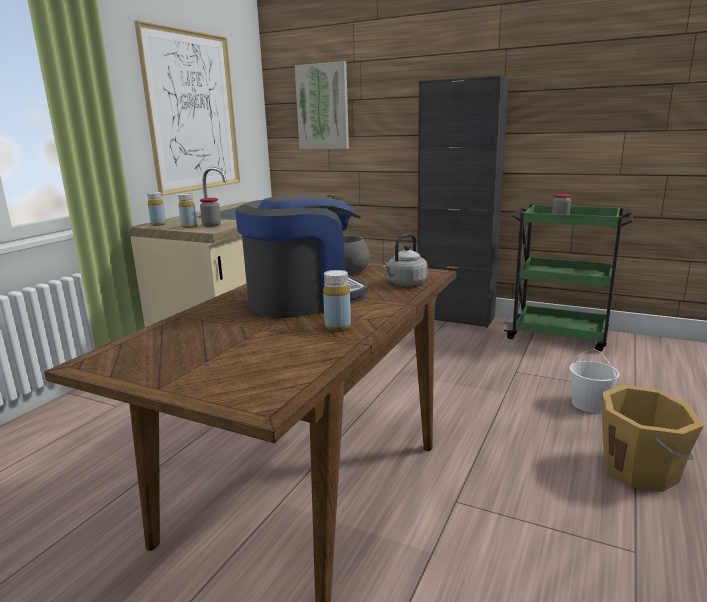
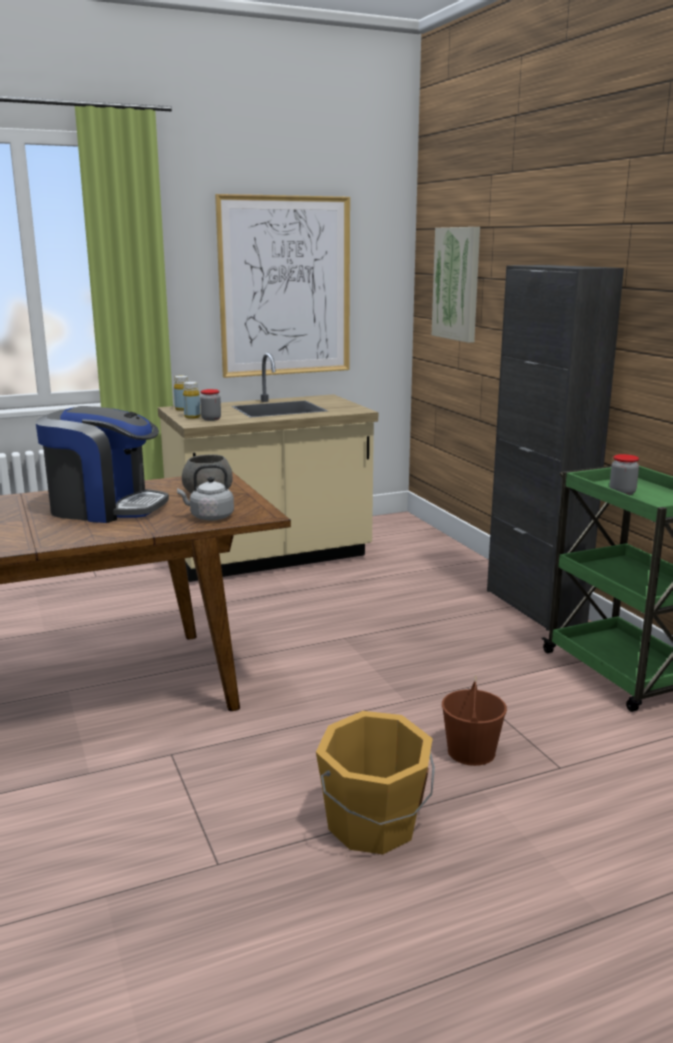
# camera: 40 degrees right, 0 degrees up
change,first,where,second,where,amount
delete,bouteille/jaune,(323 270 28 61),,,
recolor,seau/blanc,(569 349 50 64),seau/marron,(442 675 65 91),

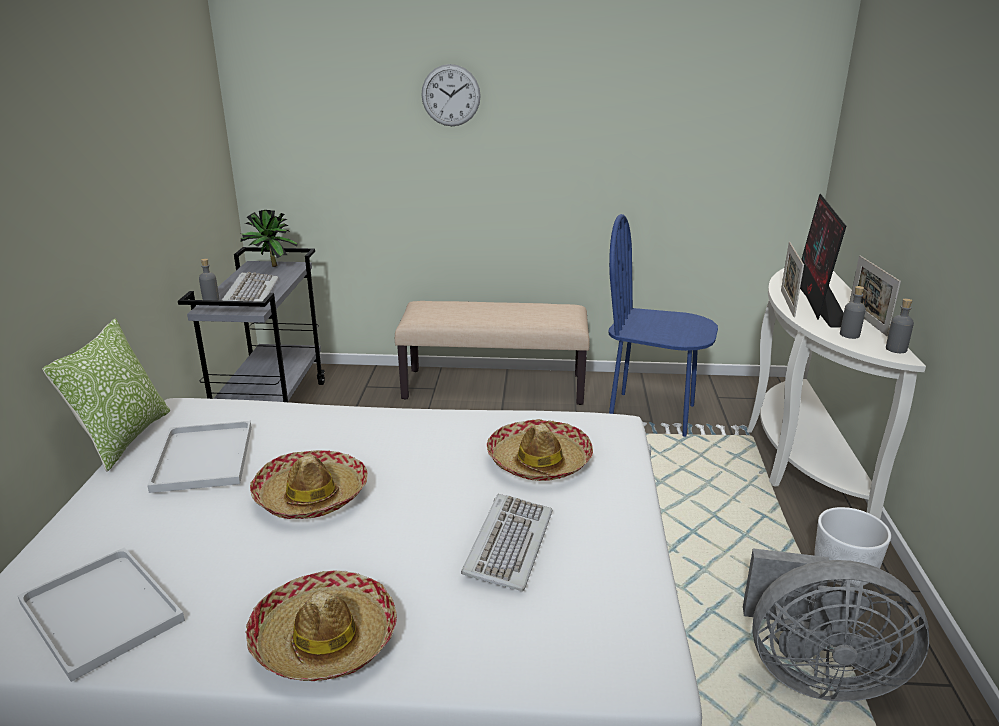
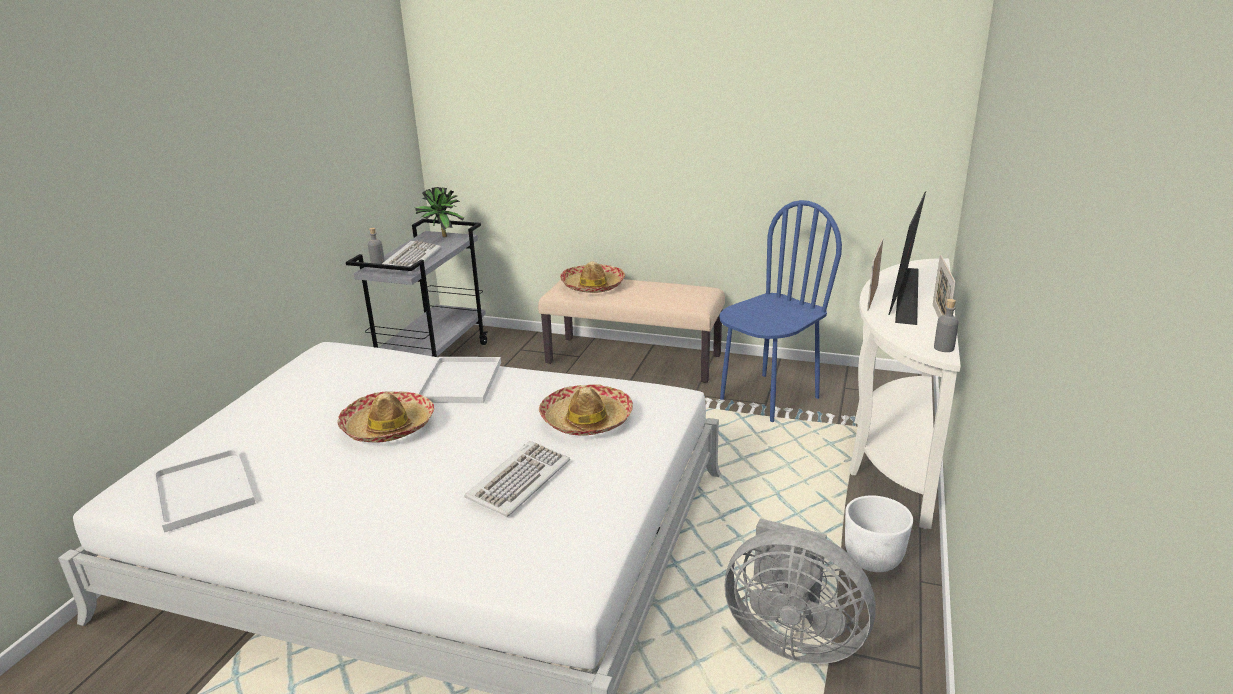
# camera: 15 degrees right, 0 degrees up
change,first,where,second,where,amount
delete,horloge murale,(421 64 60 62),,,
rotate,chaise/bleu,(608 214 110 223),,(719 200 123 222),105 degrees clockwise
delete,bouteille/gris,(840 286 26 53),,,
delete,coussin,(42 318 128 154),,,
move,plateau/blanc,(147 421 105 72),,(417 357 84 46),
move,chapeau,(246 570 151 111),,(560 262 65 31),

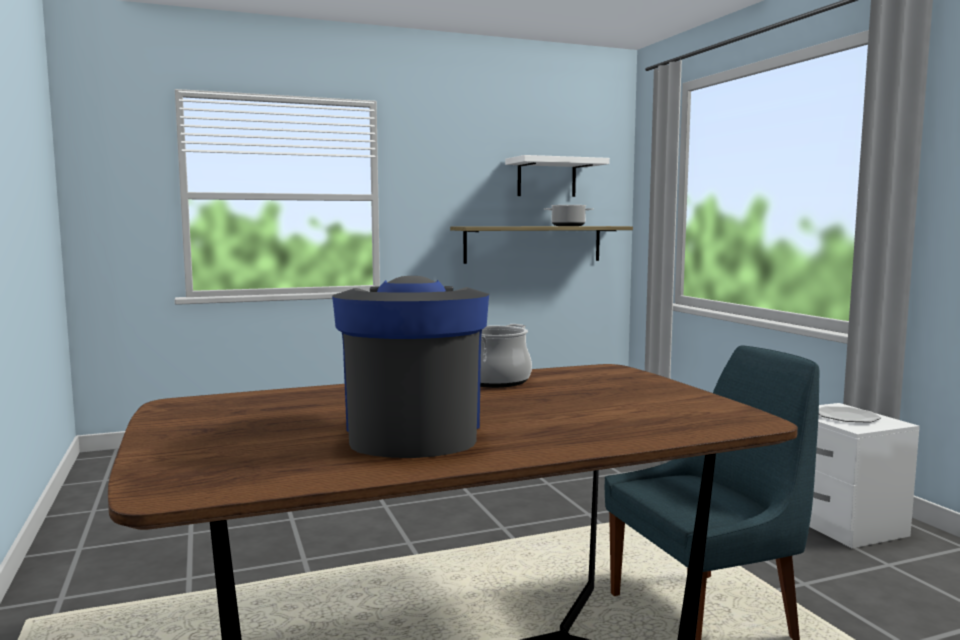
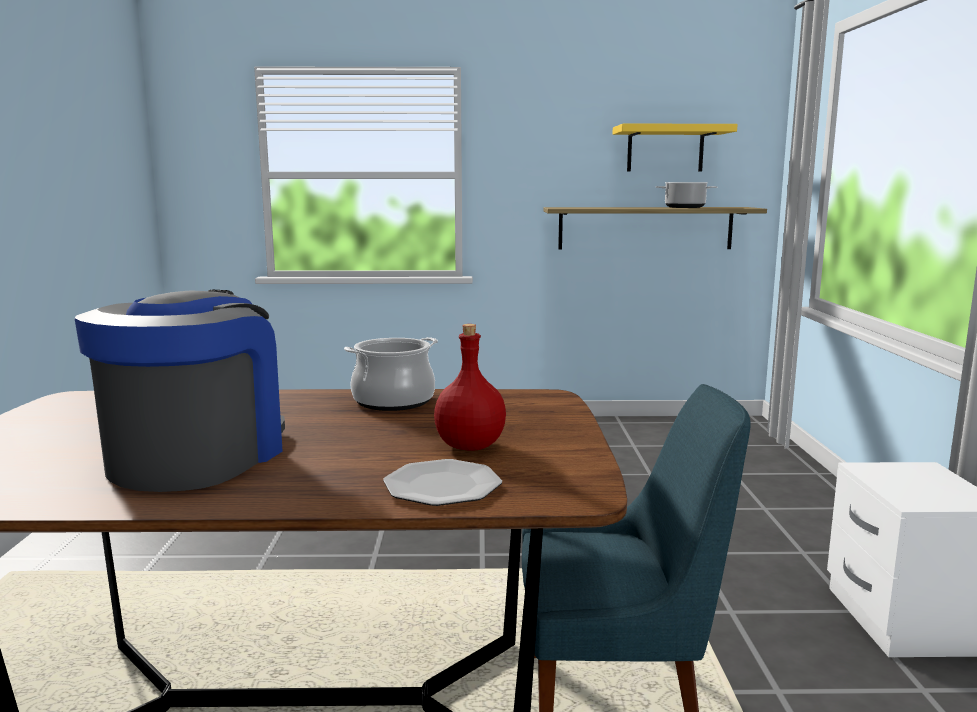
# camera: 20 degrees right, 5 degrees up
change,first,where,second,where,amount
recolor,étagère/blanc,(505 155 105 42),étagère/jaune,(613 124 125 48),
move,assiette,(819 406 62 17),,(383 459 119 47),
insert,,,bouteille/rouge,(434 324 72 127),

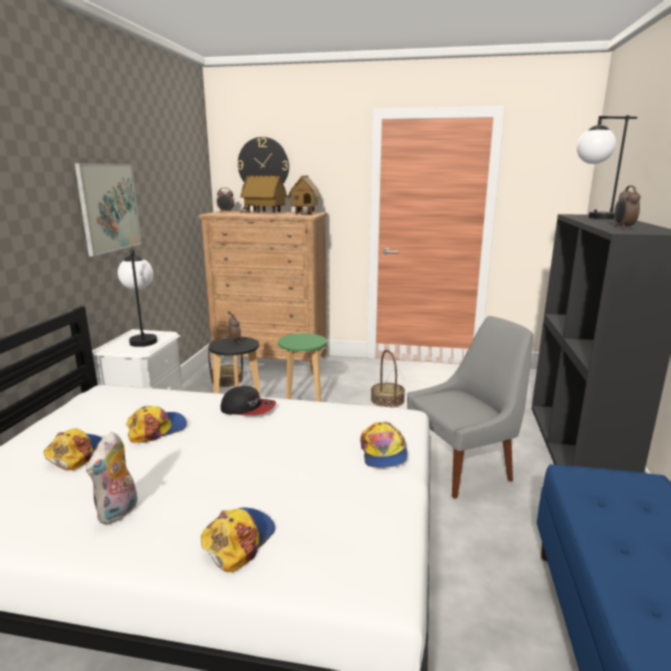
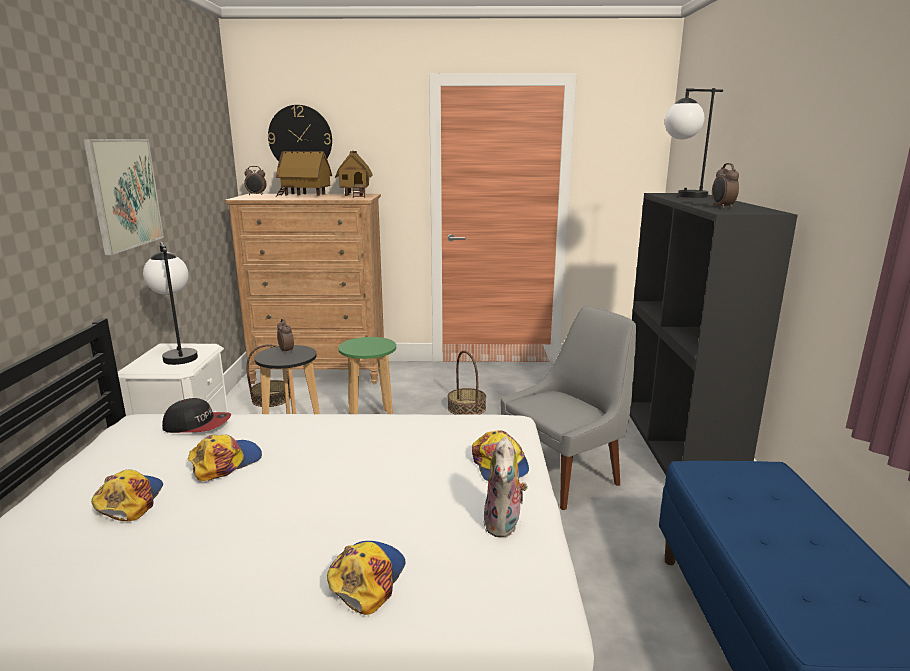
# camera: 10 degrees left, 0 degrees up
change,first,where,second,where,amount
move,casquette,(221 386 55 30),,(162 398 70 35),
move,peluche,(86 432 51 92),,(483 437 45 101),

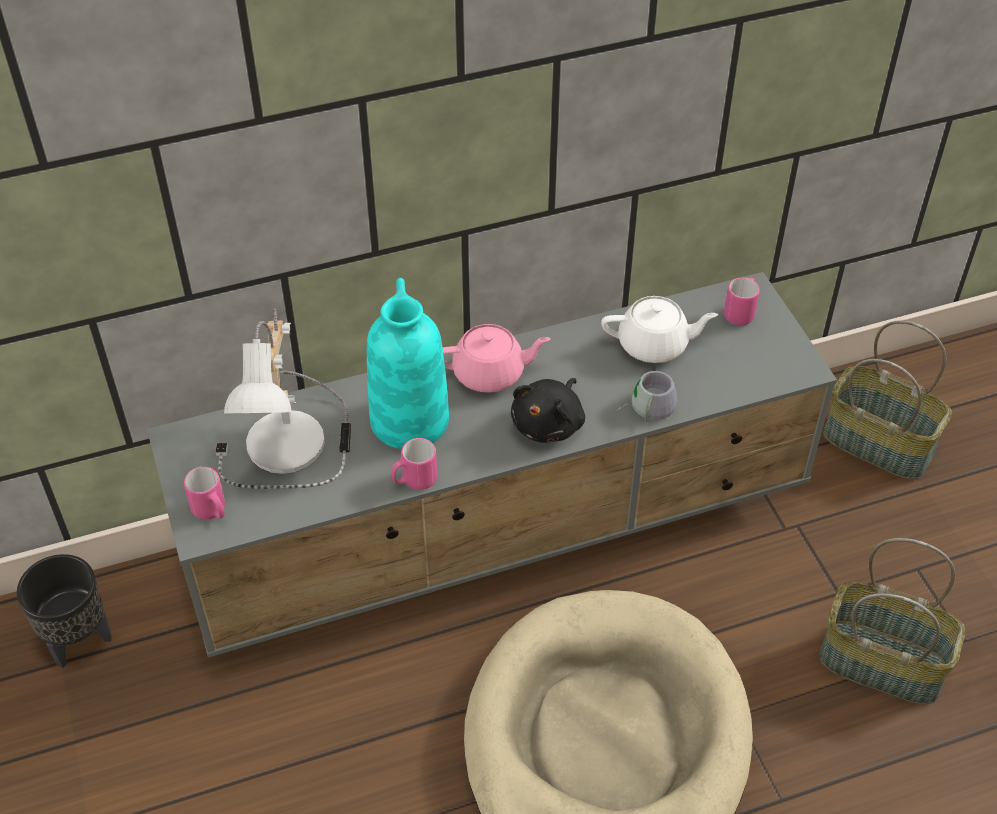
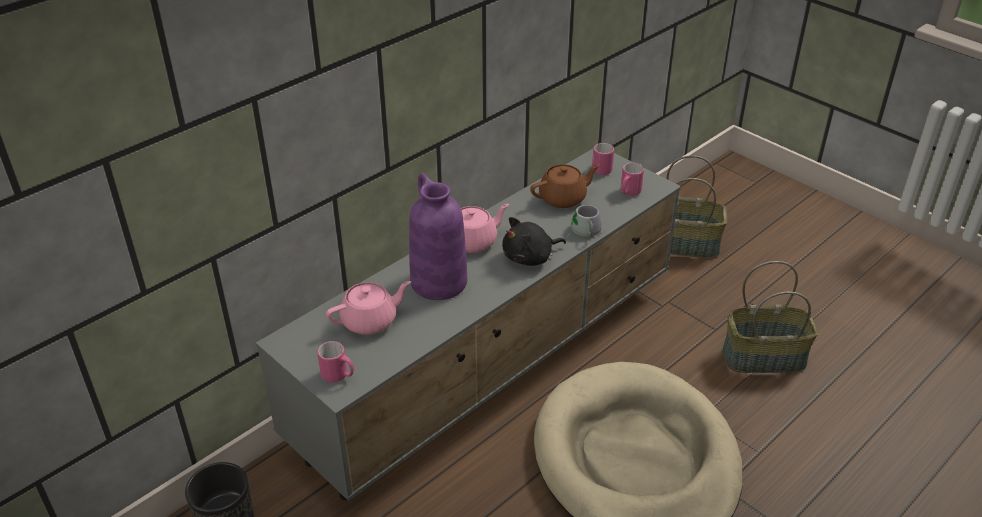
# camera: 25 degrees left, 10 degrees down
change,first,where,second,where,amount
recolor,vase/turquoise,(367 278 82 171),vase/violet,(409 173 58 127),
recolor,théière/blanc,(601 296 117 67),théière/marron,(530 164 70 44),
replace,lampe de table,(216 308 135 181),théière/rose,(326 281 85 54),
rotate,peluche/noir,(511 378 74 65),,(502 217 64 49),60 degrees clockwise
move,mug/rose,(391 438 46 52),,(621 163 23 33),

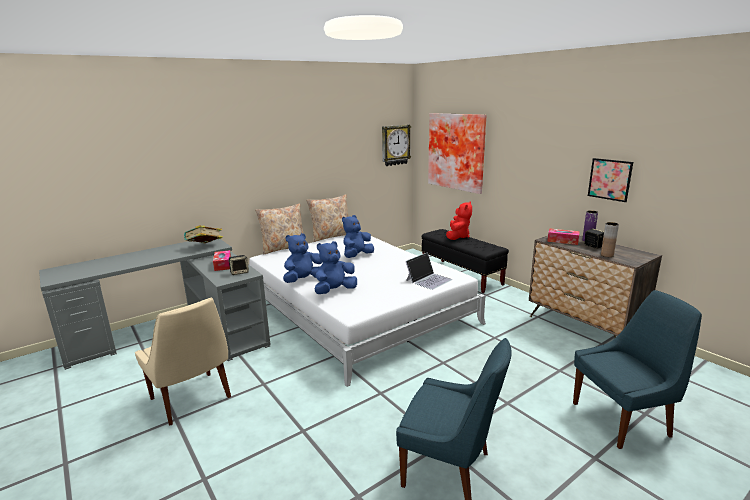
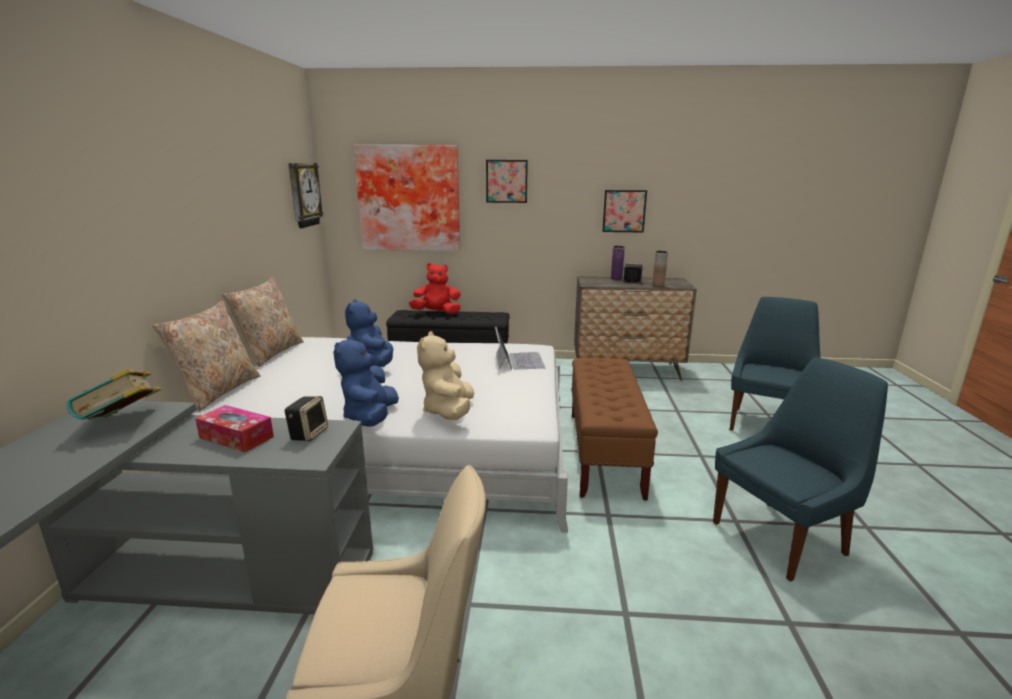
# camera: 50 degrees left, 0 degrees up
change,first,where,second,where,amount
rotate,peluche/rouge,(446 202 26 38),,(409 263 52 51),60 degrees counterclockwise
delete,boîte à mouchoirs,(547 229 33 16),,,
recolor,peluche/bleu,(315 241 42 53),peluche/beige,(417 331 57 89),
insert,,,tableau,(486 160 42 43),
insert,,,banc/marron,(571 358 87 142),

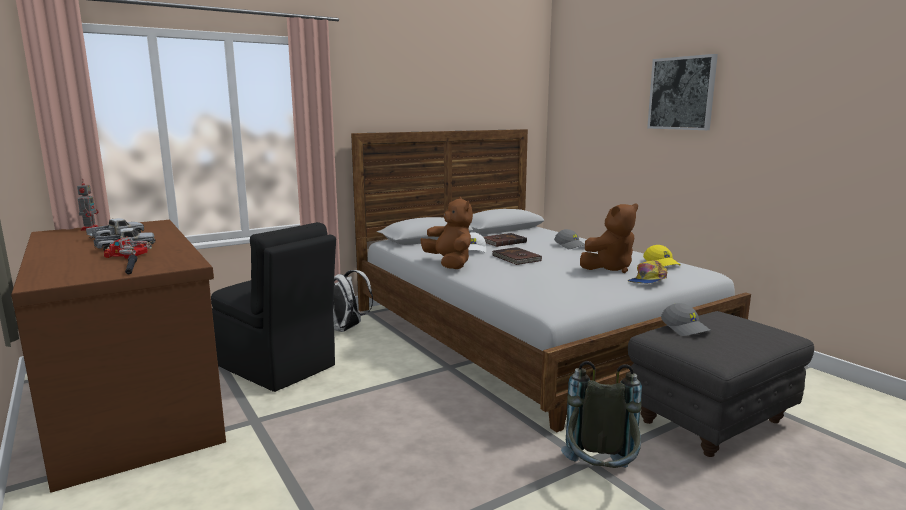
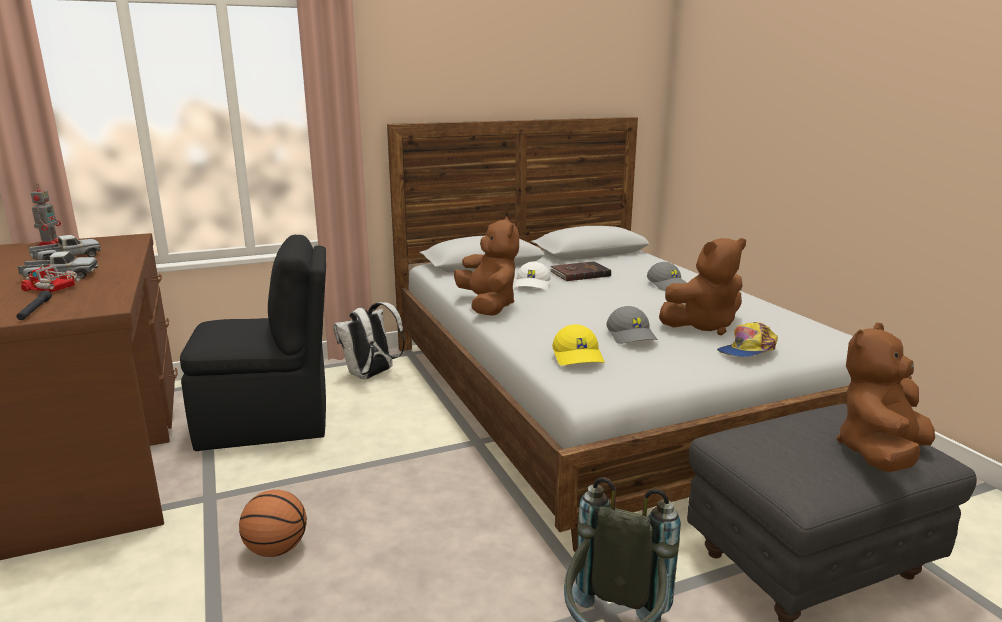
# camera: 10 degrees right, 5 degrees up
change,first,where,second,where,amount
delete,tableau,(647 54 71 76),,,
rotate,chaise/noir,(211 222 125 170),,(180 235 146 216),60 degrees counterclockwise
move,casquette/jaune,(643 245 38 21),,(552 324 53 42),
delete,livre/marron,(493 247 49 18),,,
move,casquette/gris,(661 303 50 33),,(607 306 51 38),
insert,,,peluche/marron,(837 323 98 149),
insert,,,ballon de basket,(239 490 68 67),

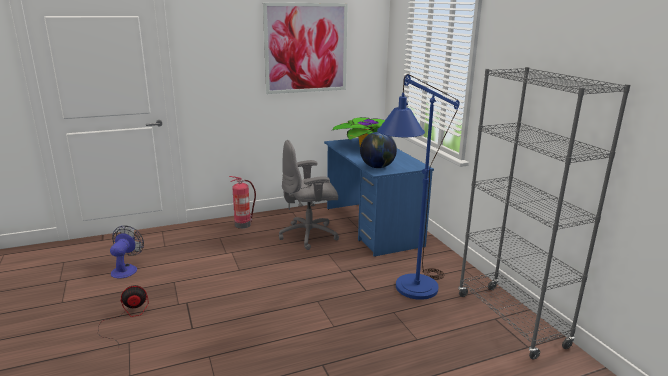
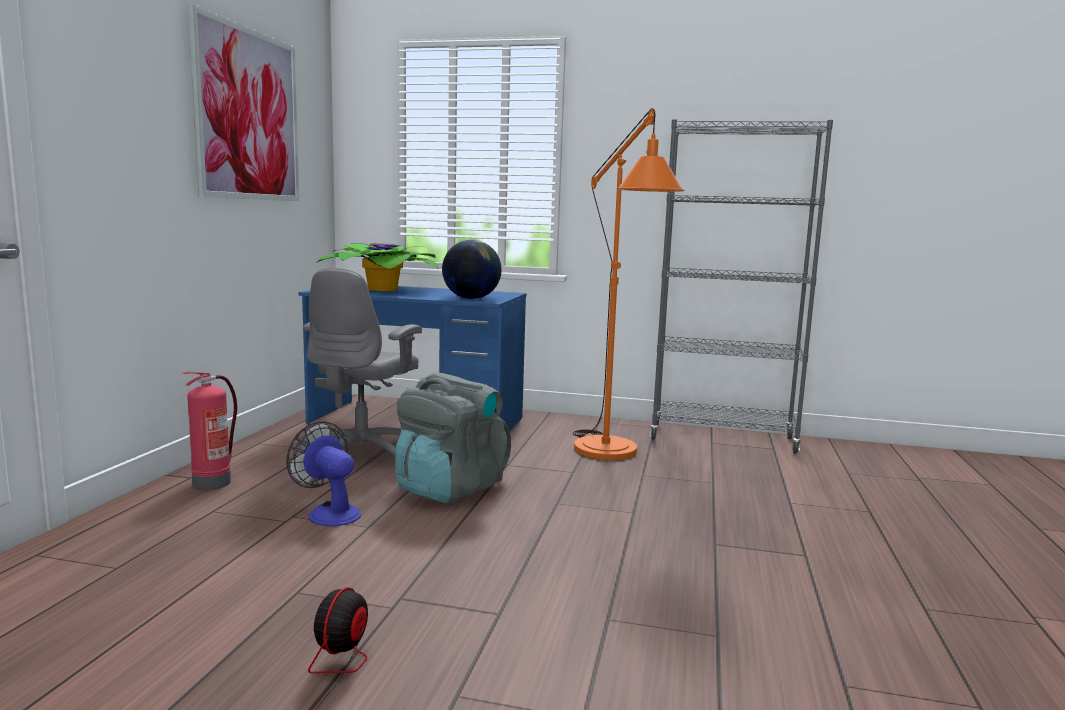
# camera: 55 degrees left, 10 degrees down
change,first,where,second,where,amount
recolor,lampadaire/bleu,(377 74 83 226),lampadaire/orange,(573 108 112 352),
move,ventilateur,(110 226 34 53),,(286 422 75 104),
insert,,,sac à dos/gris,(395 372 116 132),

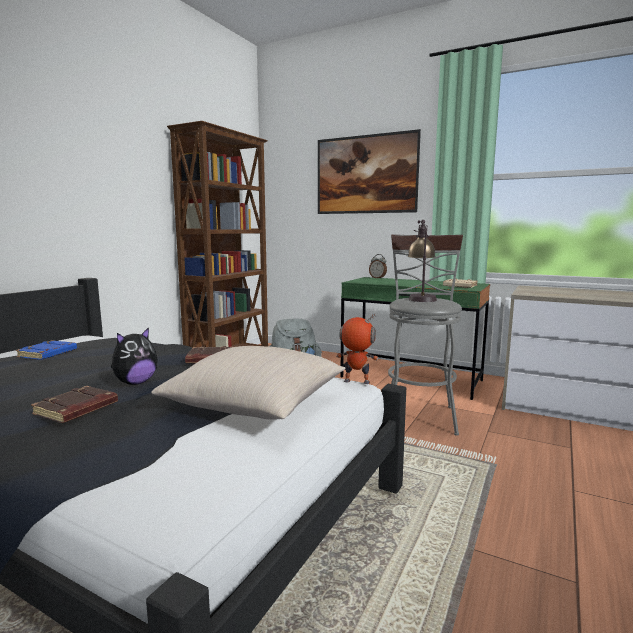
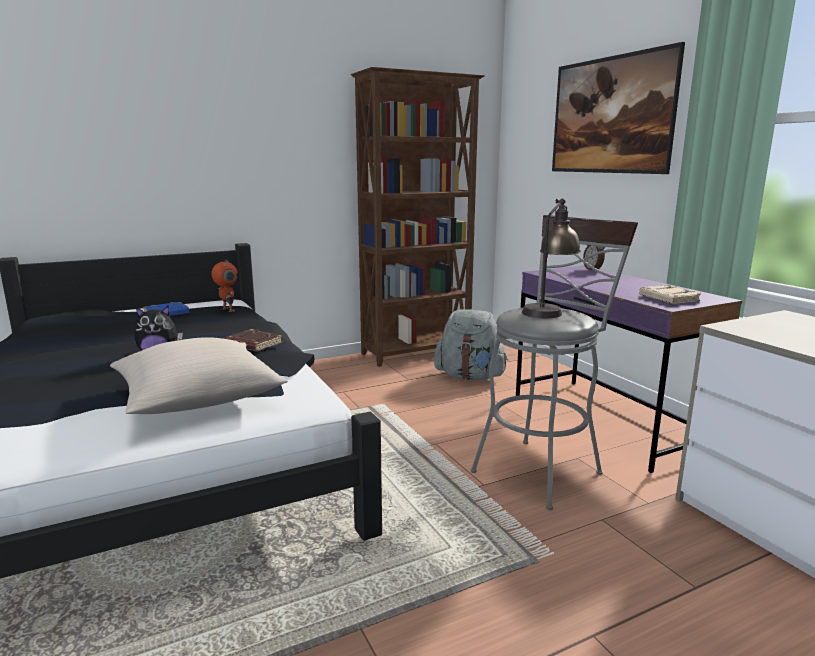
# camera: 35 degrees right, 5 degrees up
change,first,where,second,where,amount
recolor,bureau/vert,(340 277 150 123),bureau/violet,(516 266 226 207),
move,robot jouet,(336 314 42 70),,(212 260 26 52),
delete,livre/marron,(31 386 87 37),,,

